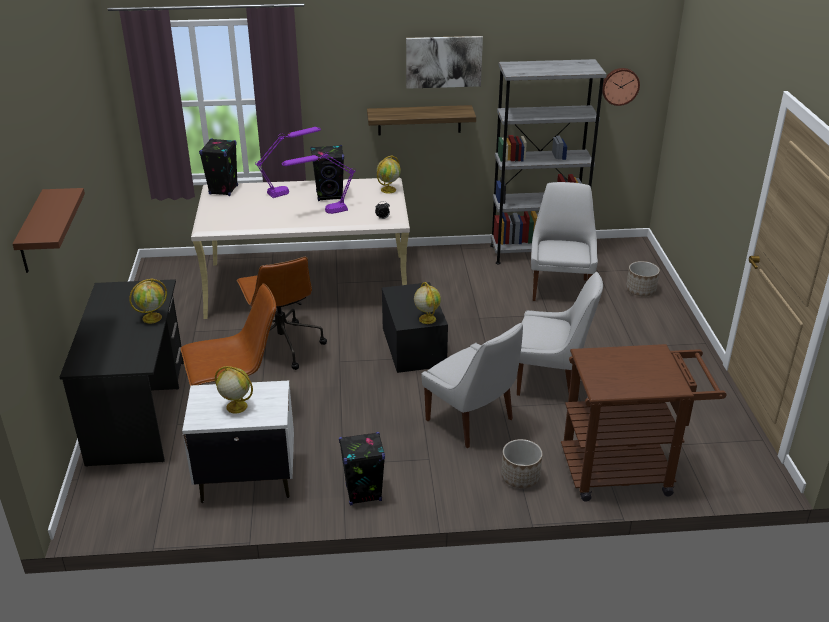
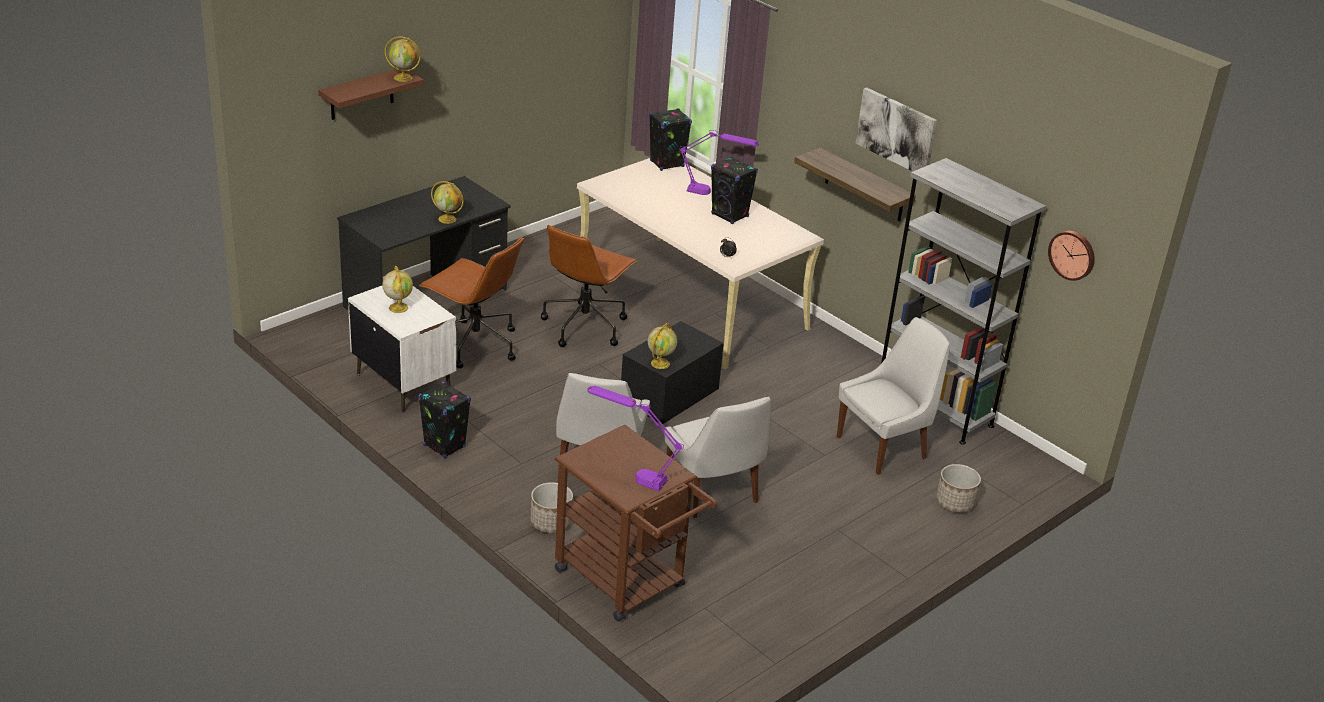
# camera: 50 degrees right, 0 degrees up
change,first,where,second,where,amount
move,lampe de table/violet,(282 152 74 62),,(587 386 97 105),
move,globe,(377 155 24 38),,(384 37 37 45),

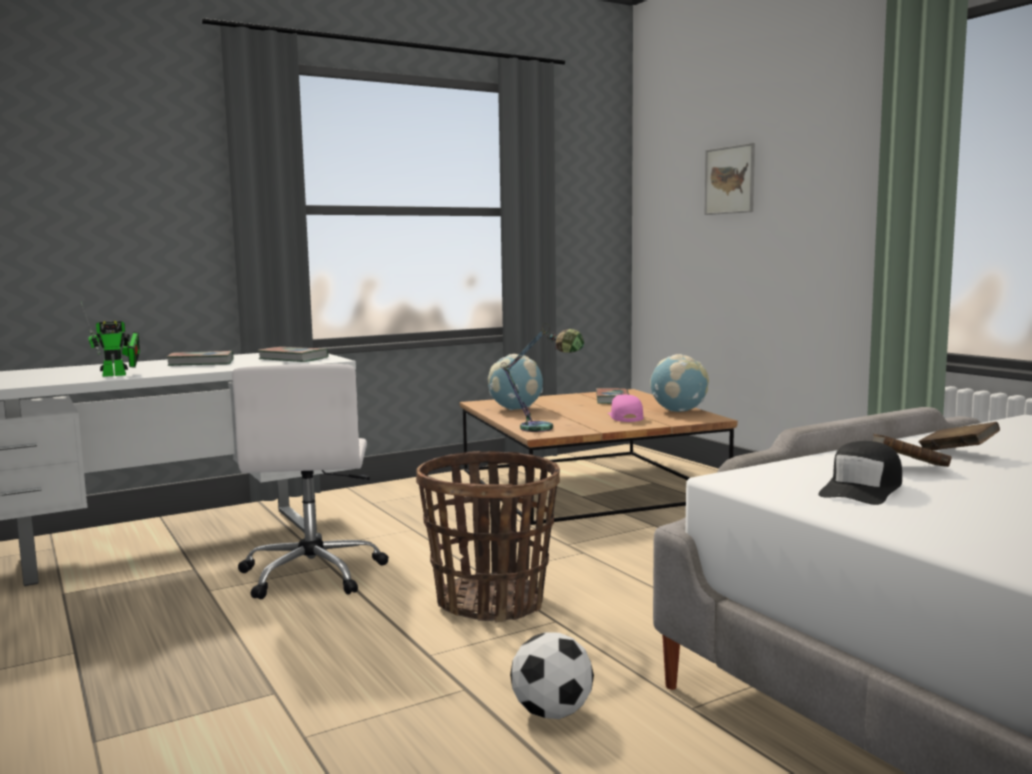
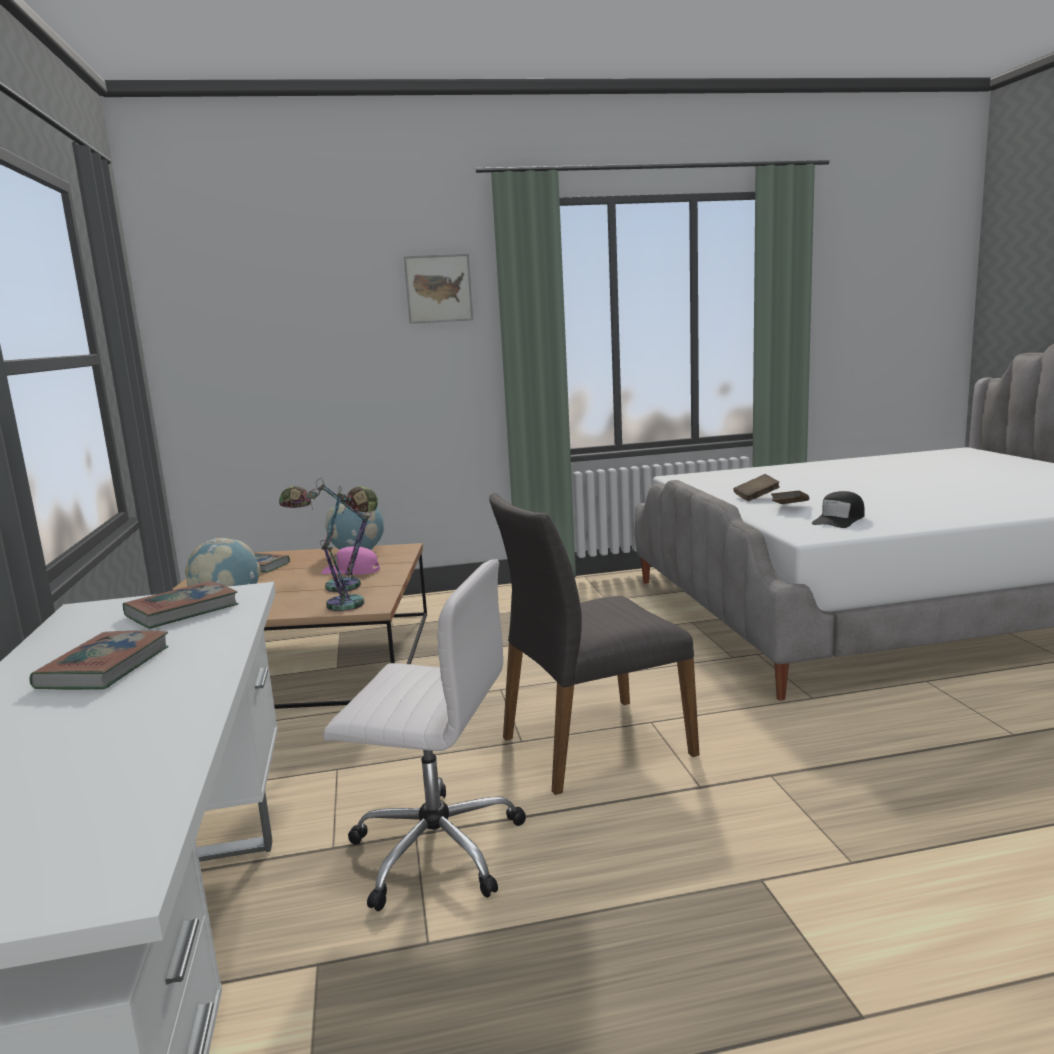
# camera: 70 degrees left, 5 degrees up
change,first,where,second,where,amount
move,tableau,(704 143 51 72),,(404 254 69 70),
delete,robot jouet,(80 301 60 76),,,
rotate,casquette/noir,(818 441 84 64),,(812 491 53 37),75 degrees clockwise
replace,panier,(416 451 144 171),chaise/gris,(489 493 210 302),
delete,ballon de foot,(510 632 84 87),,,
insert,,,lampe de table,(279 478 92 114),

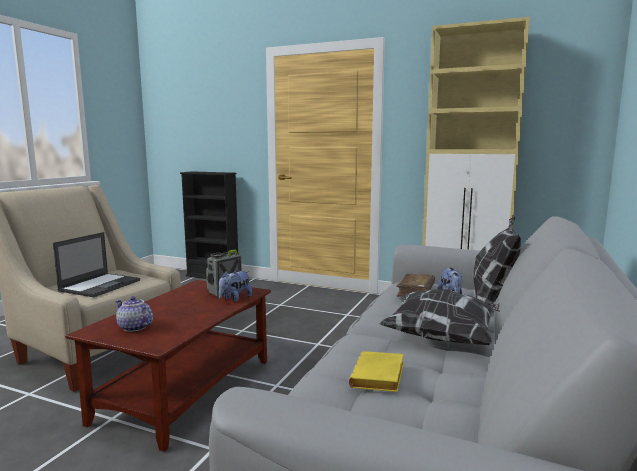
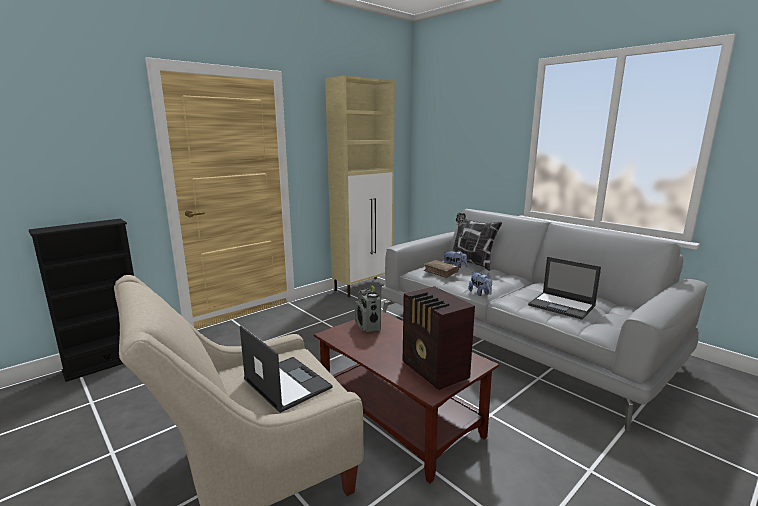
# camera: 65 degrees left, 5 degrees up
change,first,where,second,where,amount
move,peluche,(219 271 33 31),,(468 272 24 24),
delete,coussin,(379 289 121 56),,,
replace,théière,(115 296 38 36),radio,(403 286 72 104),
replace,livre/jaune,(349 351 55 41),ordinateur portable,(528 257 73 63),

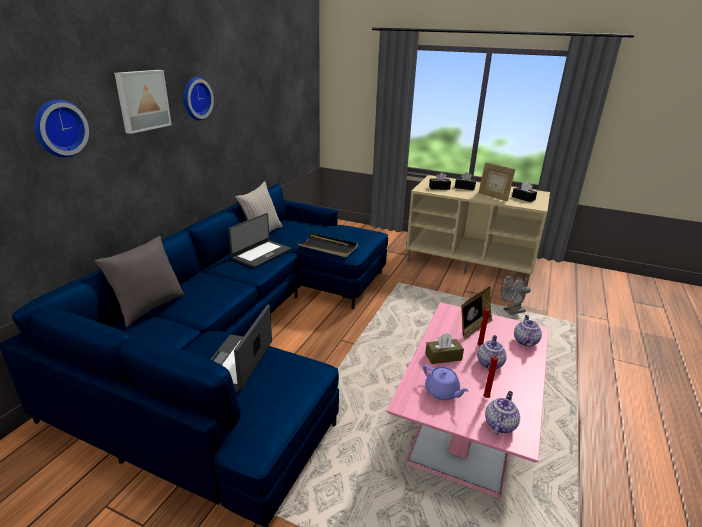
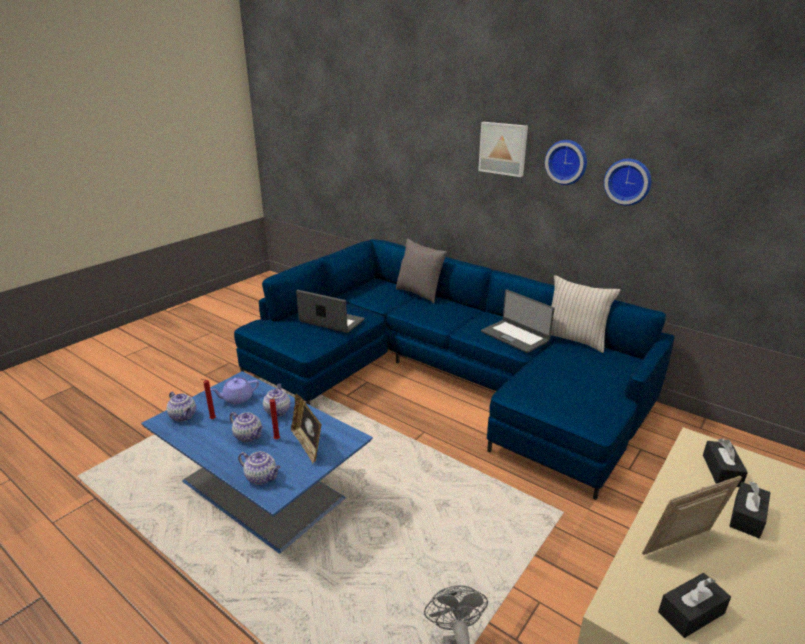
# camera: 105 degrees right, 0 degrees up
change,first,where,second,where,amount
move,horloge murale,(34 99 55 58),,(604 159 47 47),
delete,plateau/noir,(297 233 61 24),,,
recolor,table basse/rose,(386 302 163 196),table basse/bleu,(141 371 232 182),
replace,boîte à mouchoirs/marron,(425 333 39 31),théière,(263 384 27 33),

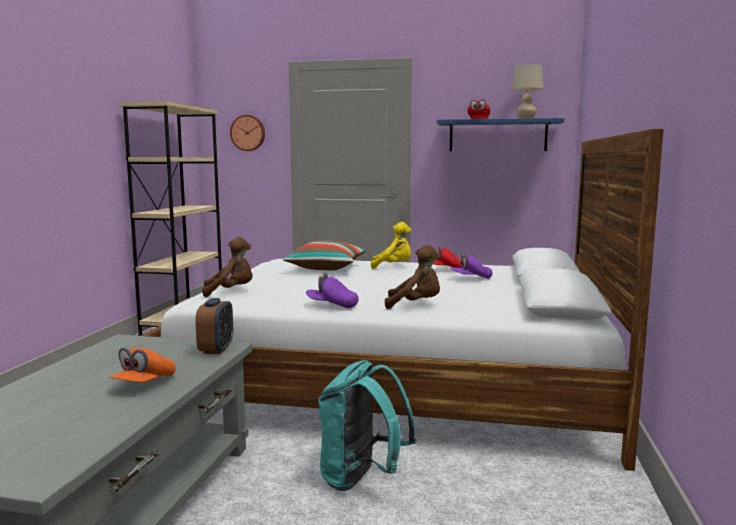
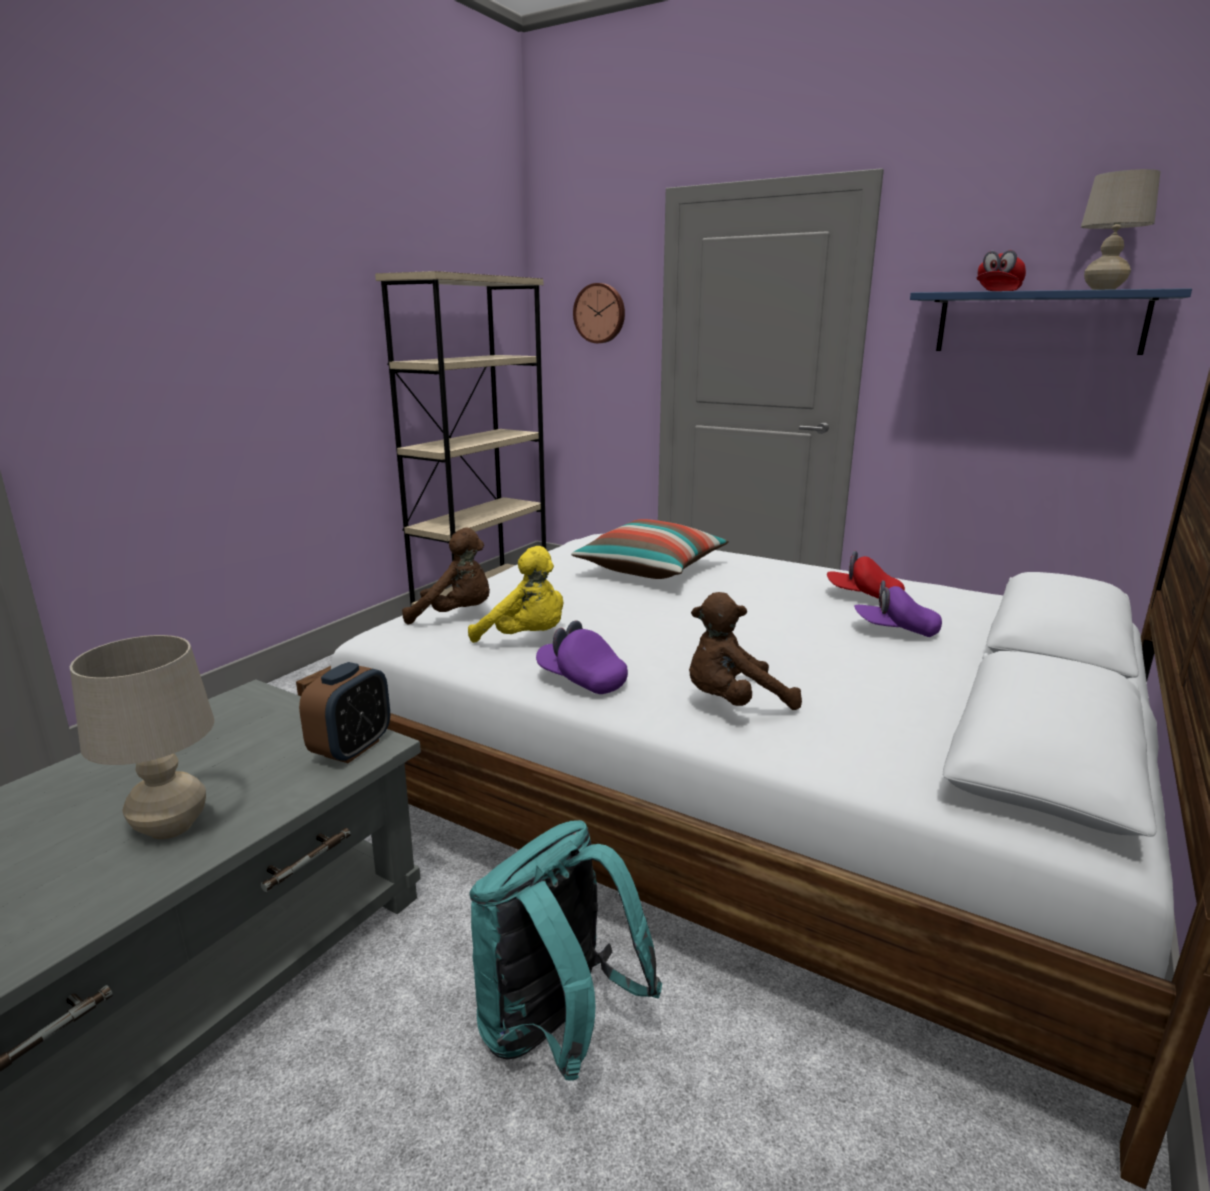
# camera: 20 degrees right, 10 degrees up
change,first,where,second,where,amount
move,peluche/jaune,(371 222 40 47),,(468 546 95 97),
rotate,peluche/marron,(385 245 55 64),,(689 592 113 118),135 degrees clockwise
replace,casquette/orange,(109 347 66 35),lampe de table/beige,(70 635 144 204),

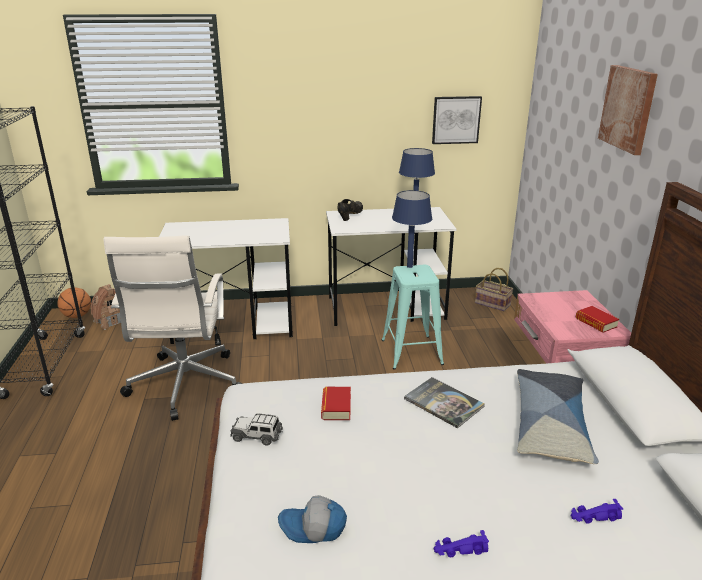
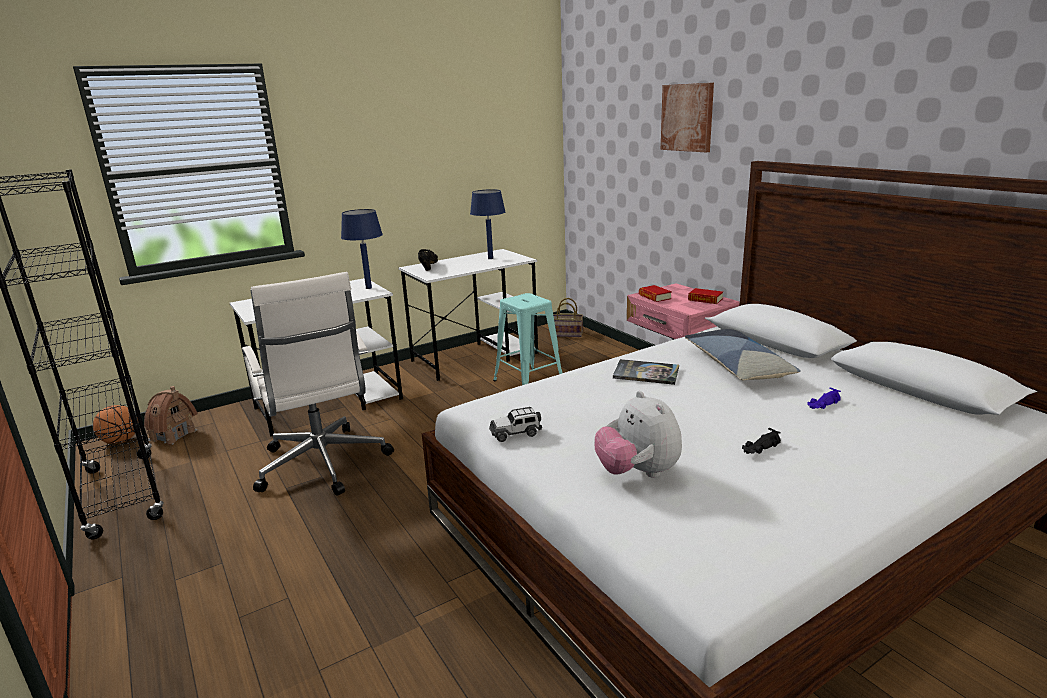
# camera: 25 degrees left, 5 degrees down
change,first,where,second,where,amount
delete,tableau,(432 96 50 48),,,
move,lampe de table/bleu,(392 190 40 78),,(341 209 42 80),
move,livre,(321 387 30 33),,(639 285 33 17),
replace,casquette,(278 495 69 48),peluche,(594 391 88 87),
recolor,petite voiture/violet,(434 530 55 27),petite voiture/noir,(742 428 39 26),

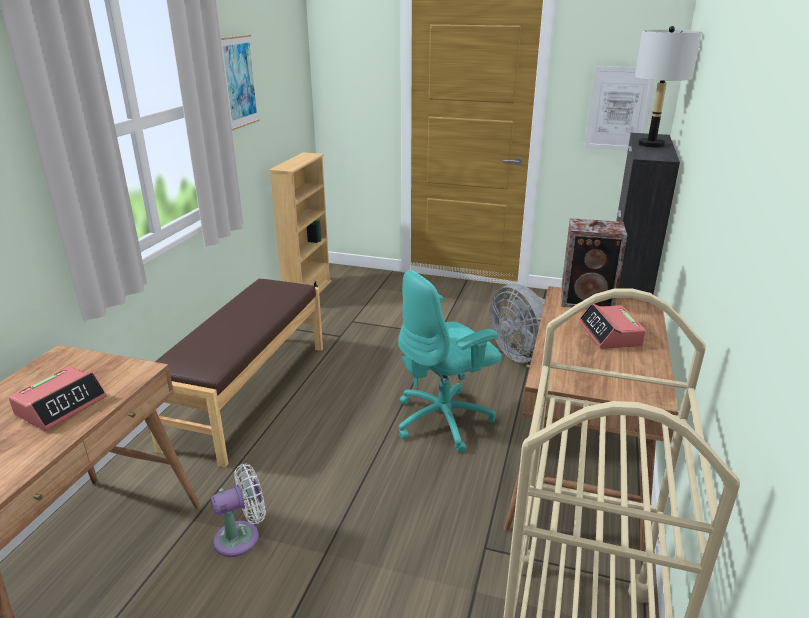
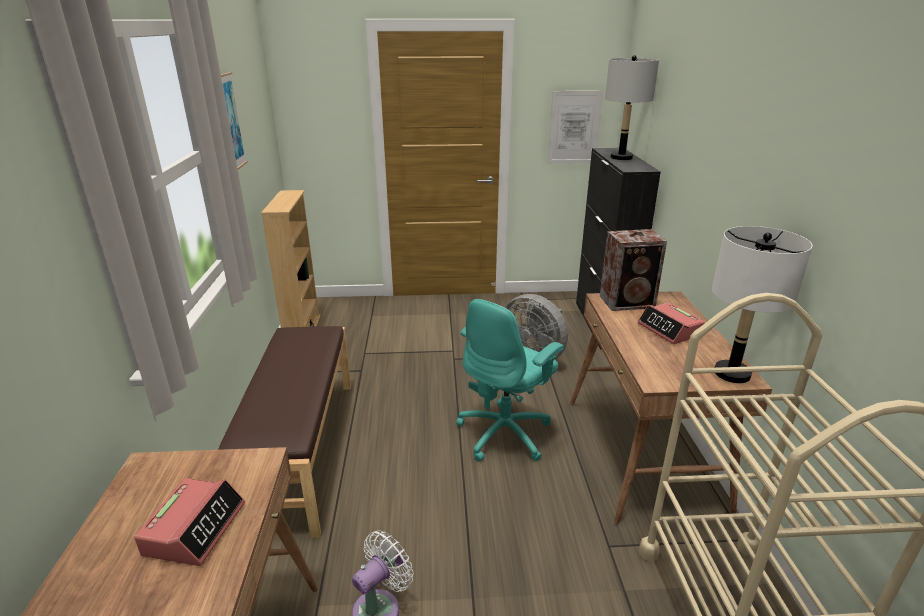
# camera: 20 degrees left, 0 degrees up
change,first,where,second,where,amount
insert,,,lampe de table/blanc,(712 226 100 157),

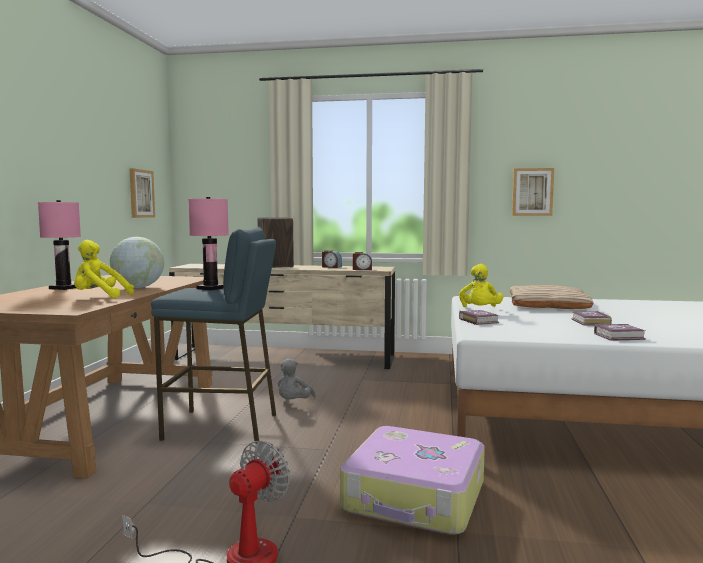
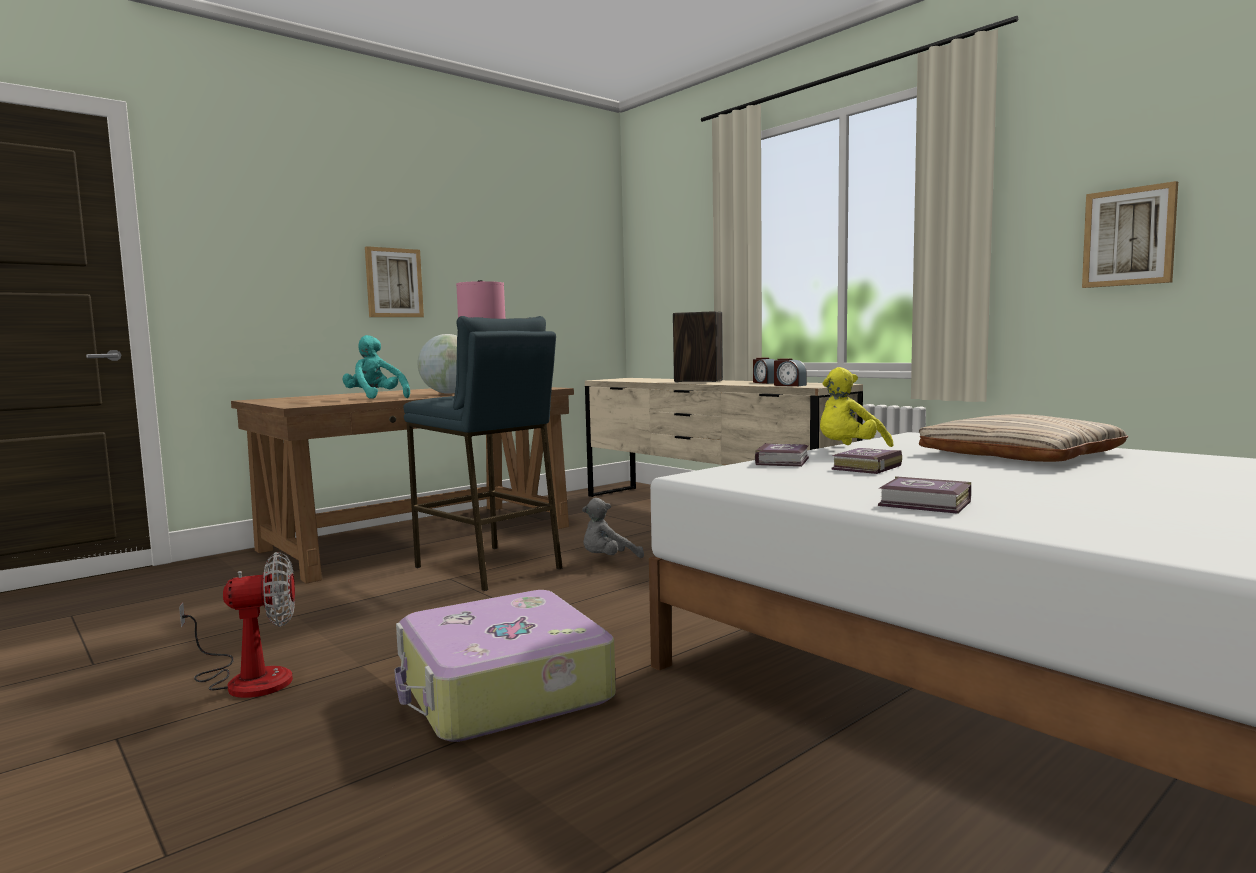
# camera: 40 degrees right, 0 degrees up
change,first,where,second,where,amount
move,tableau,(129 168 26 50),,(365 246 59 71),
delete,lampe de table/rose,(38 200 43 90),,,
recolor,peluche/jaune,(74 240 60 58),peluche/turquoise,(342 335 68 64),
move,livre,(571 311 41 15),,(831 448 71 26),

